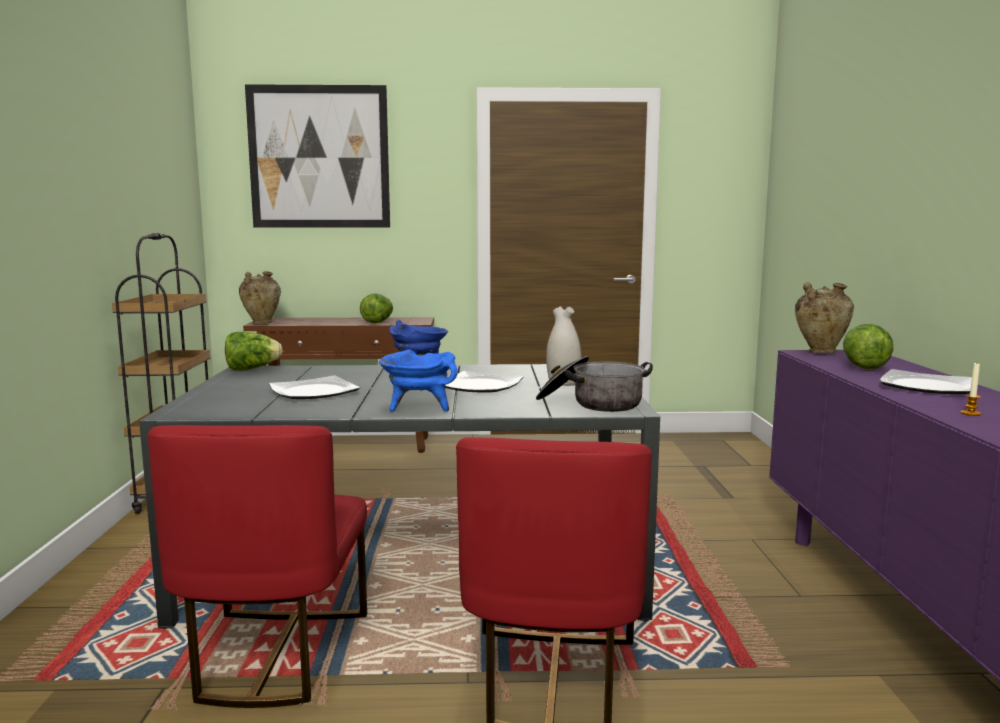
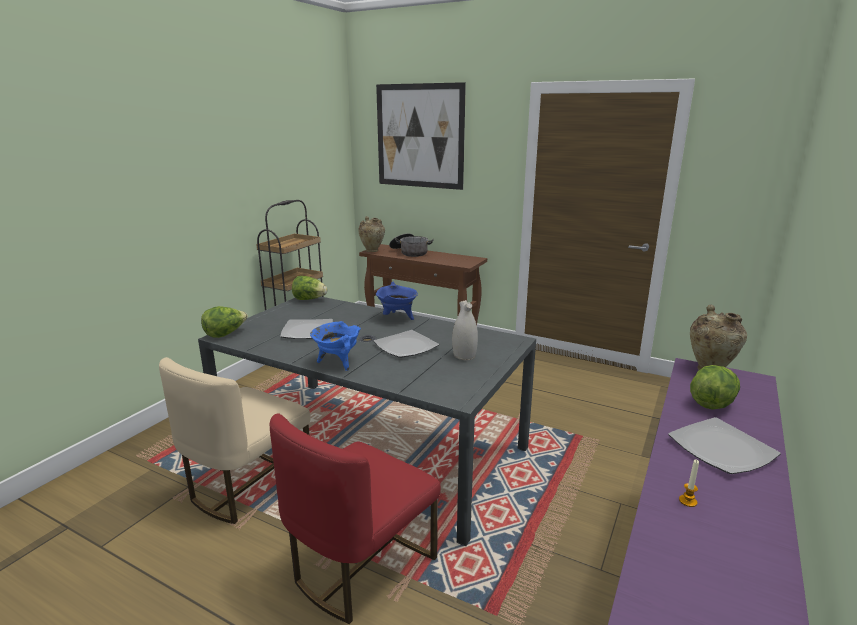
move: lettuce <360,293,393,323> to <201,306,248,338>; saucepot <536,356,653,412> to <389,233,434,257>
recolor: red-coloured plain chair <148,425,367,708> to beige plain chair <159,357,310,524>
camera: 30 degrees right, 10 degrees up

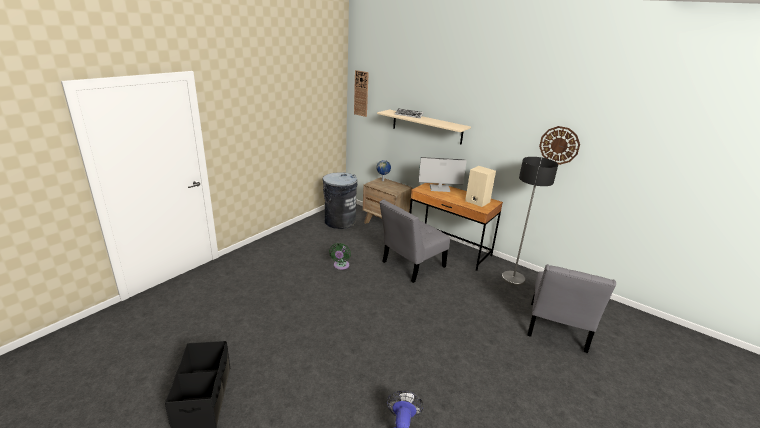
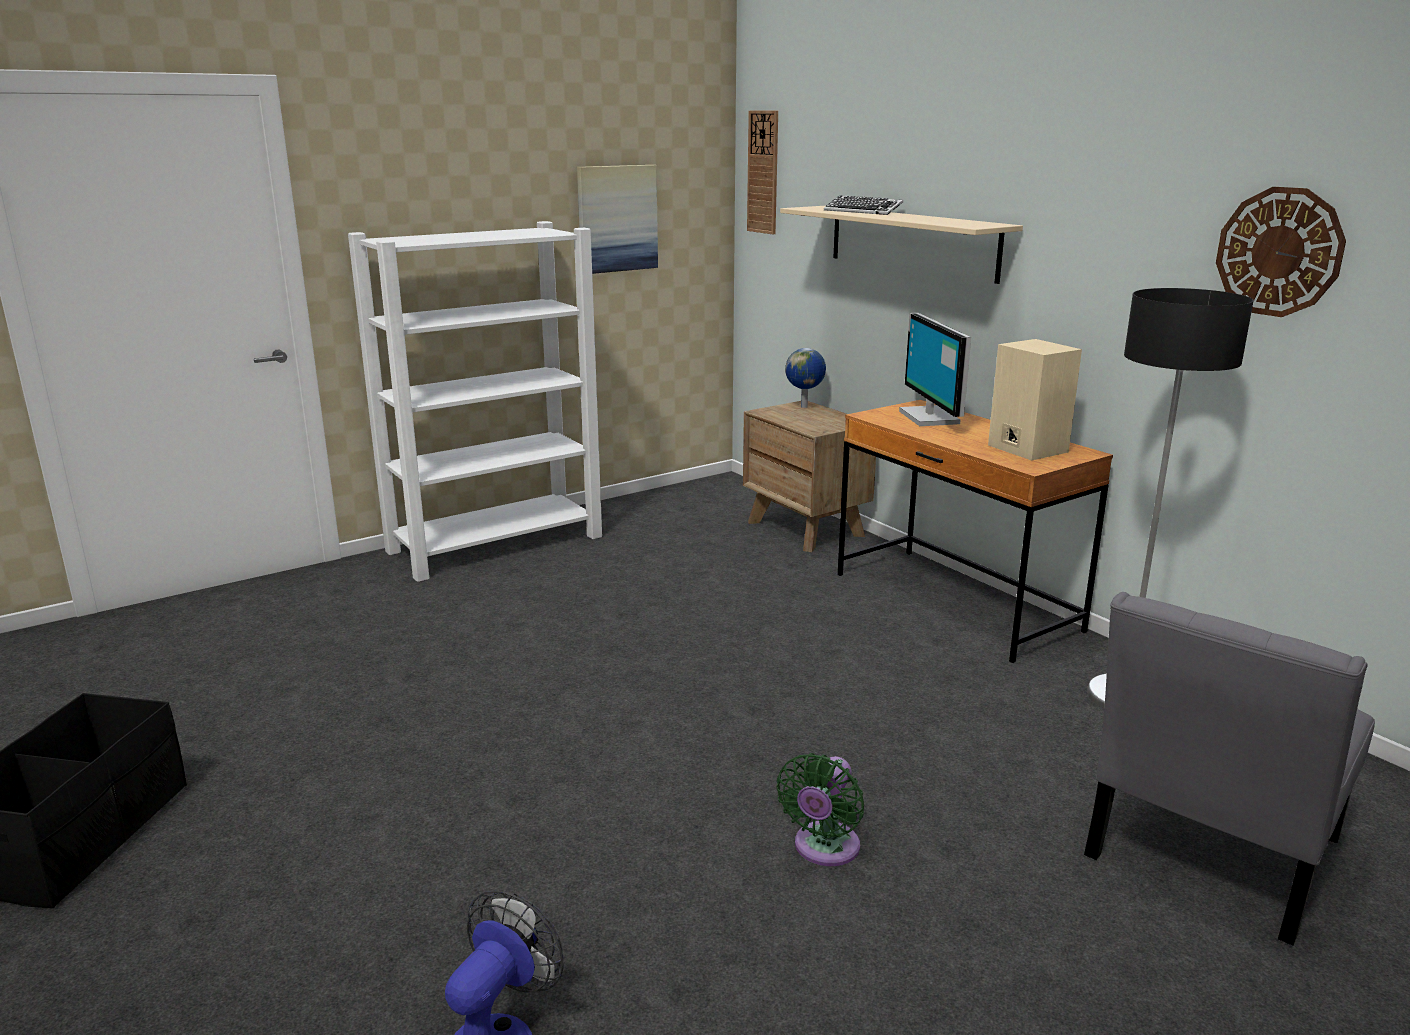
delete: grey waste bin <323,172,357,229>; grey plain chair <380,200,450,283>
insert: white bookcase <348,221,602,582>; wall art <577,165,658,274>
move: green fan <329,243,351,270> to <776,753,864,866>
rotate: computer screen <418,157,467,192> = <899,313,971,426> 120 degrees counterclockwise
camera: 20 degrees right, 5 degrees down

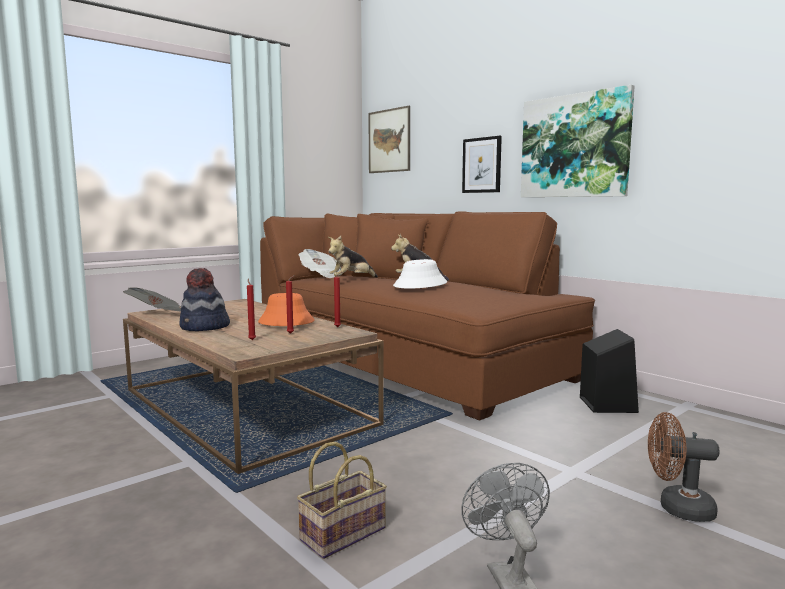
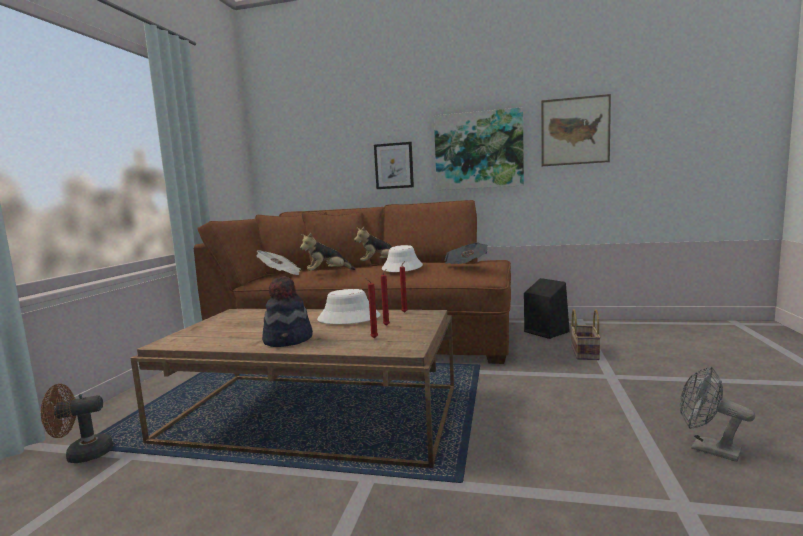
move: brownish fan <648,412,719,522> to <41,384,113,463>; newspaper <123,287,181,311> to <445,243,488,264>; wall art <368,106,410,173> to <541,94,611,166>; household basket <297,442,387,559> to <571,309,601,360>
recolor: orange wearable hat <258,293,315,326> to white wearable hat <317,289,380,324>
rotate: cuddly toy <328,236,378,278> = <300,233,355,271> 45 degrees clockwise
camera: 35 degrees left, 0 degrees up

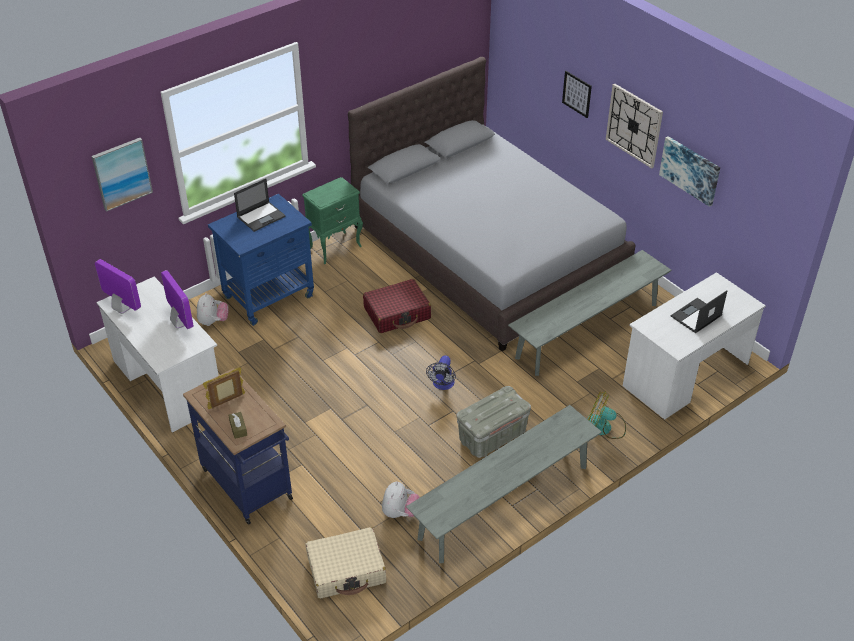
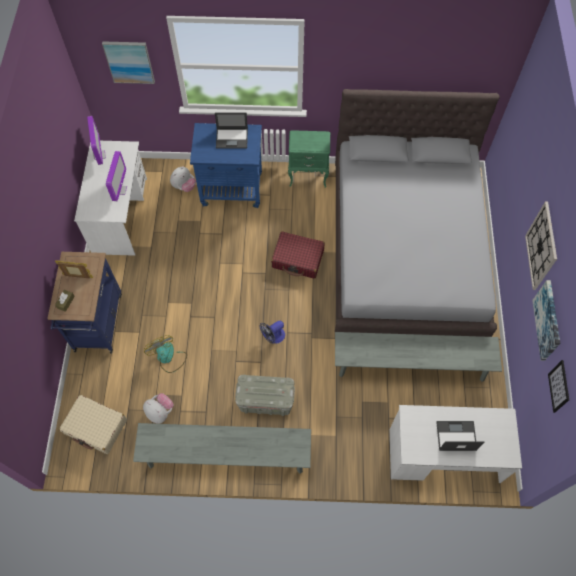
move: fan <587,391,626,439> to <144,335,187,373>; wall art <562,71,592,118> to <548,360,569,413>
rotate: cuddly toy <382,481,420,518> = <143,393,174,424> 105 degrees counterclockwise
camera: 40 degrees right, 20 degrees up

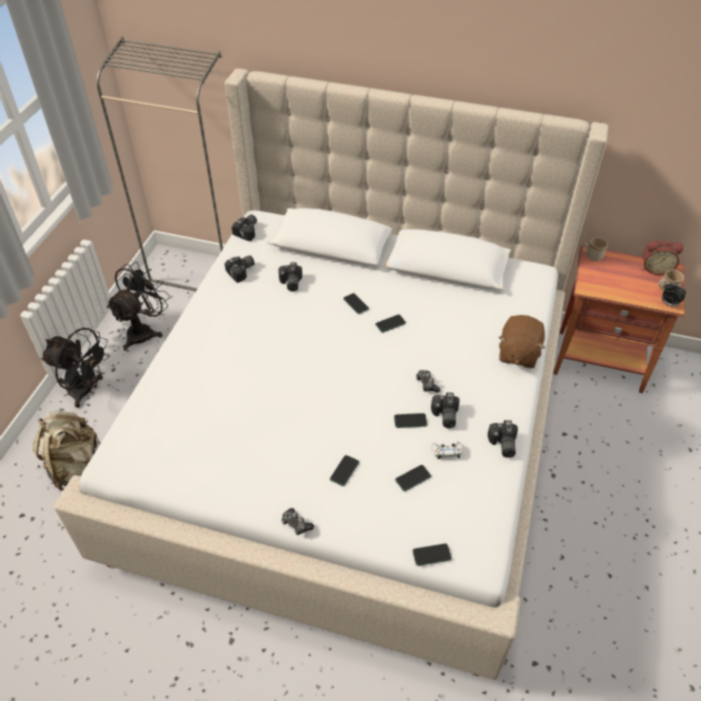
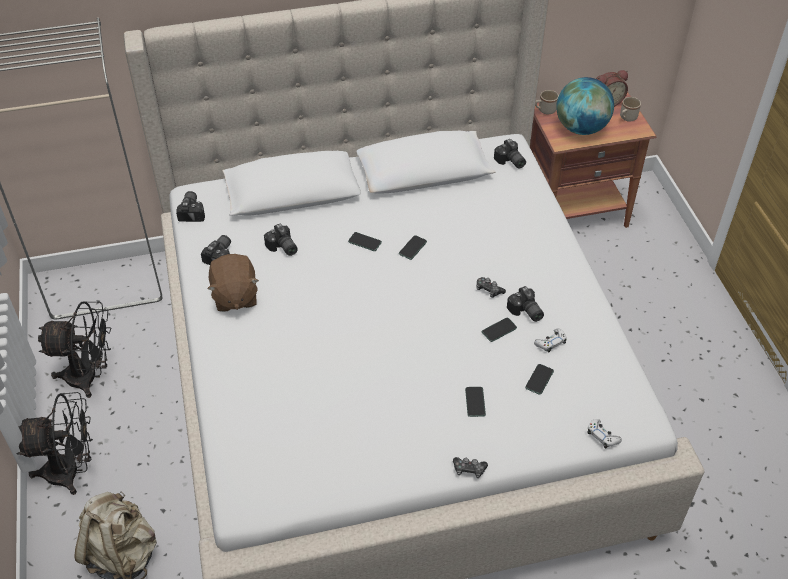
delete: bedside clock <662,283,686,307>
insert: world globe <556,77,614,135>
move: brownish cuddly toy <498,315,545,368> to <207,254,259,312>; still camera <488,420,518,458> to <494,139,526,169>
replace: telephone <412,543,452,566> to white joypad <588,419,622,449>
rotate: black fan <106,262,170,351> = <38,301,111,398> 90 degrees clockwise
camera: 30 degrees left, 0 degrees up

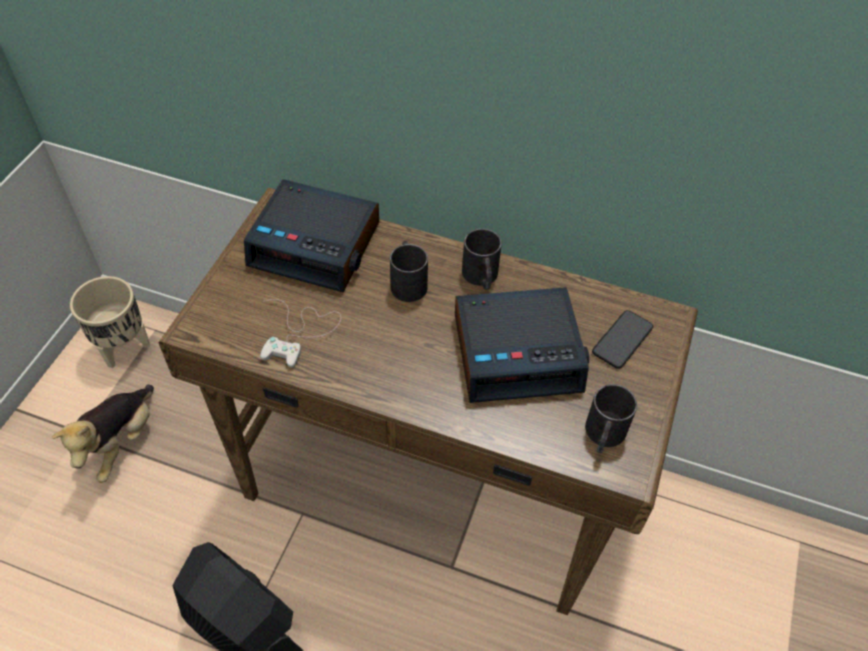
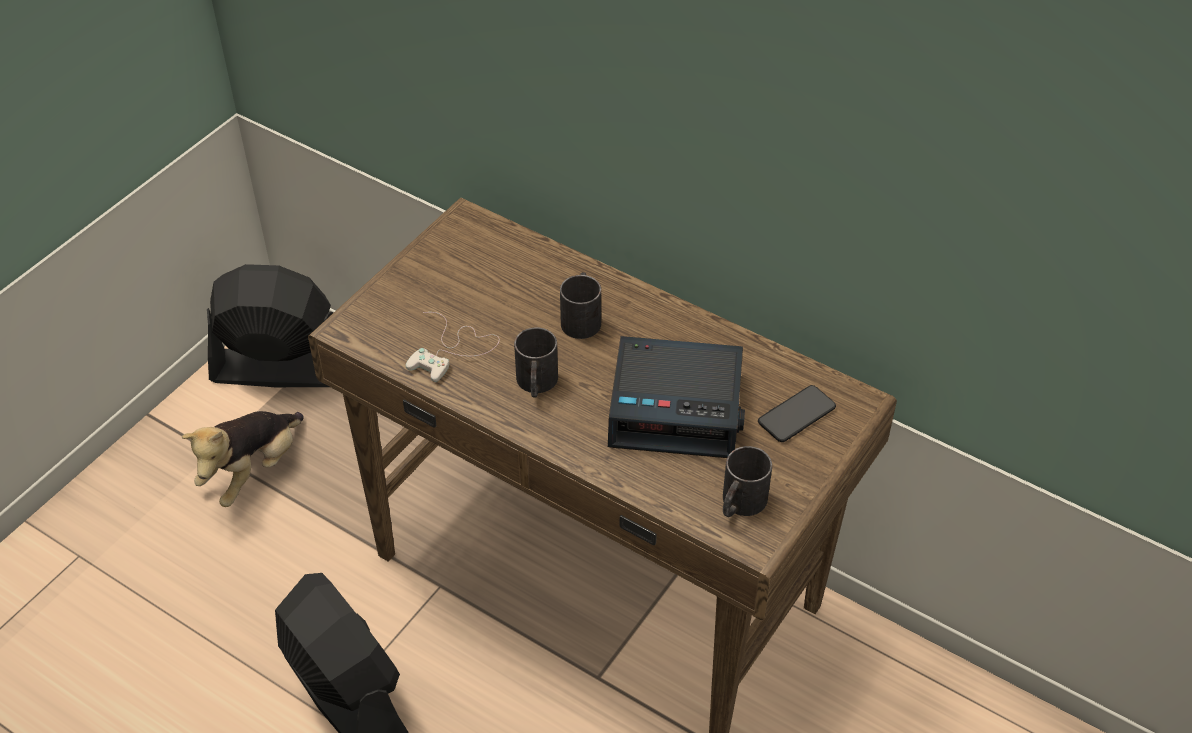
delete: bedside clock <244,179,379,292>
move: black coffee mug <462,229,502,290> to <514,327,558,398>
replace: beige planter <70,276,150,368> to black fan <207,264,333,387>
camera: 15 degrees right, 5 degrees down

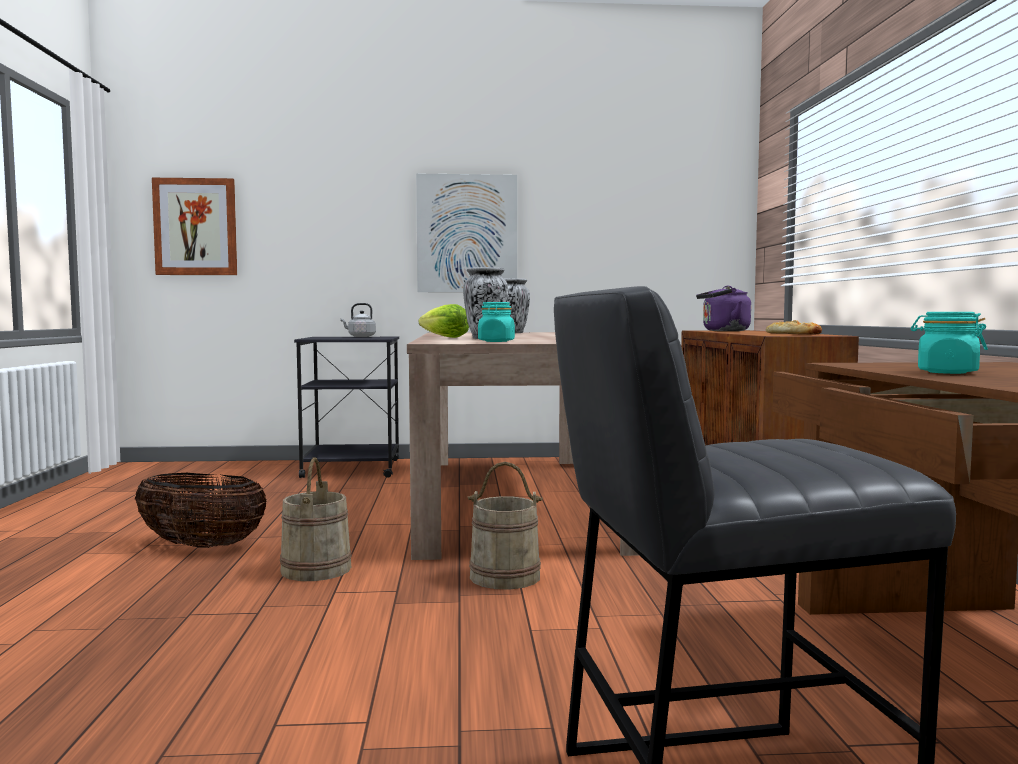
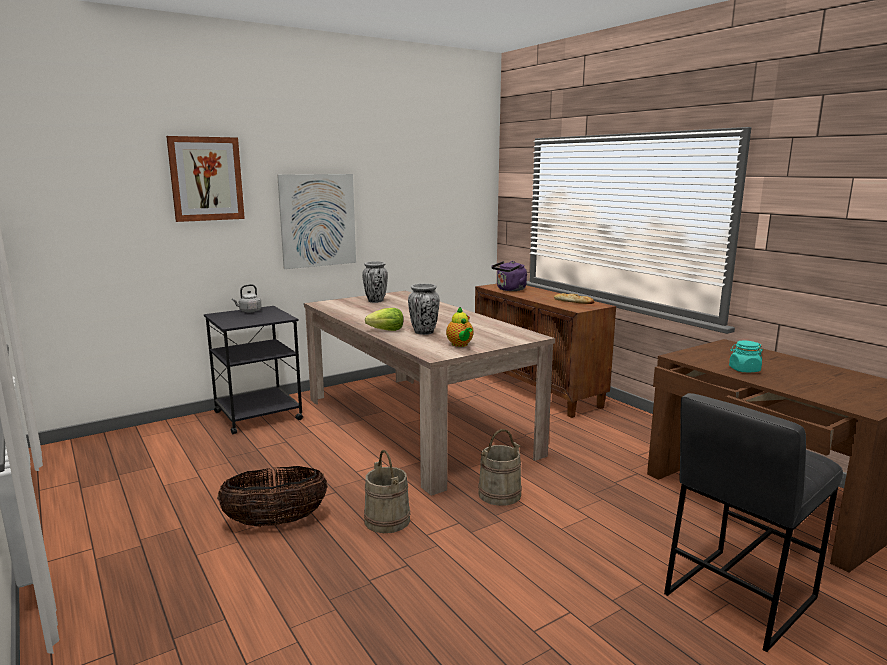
move: wall art <152,178,237,275> to <166,136,245,222>
replace: turquoise-coloured preserve jar <478,302,515,342> to pot for tea <446,307,474,347>
camera: 30 degrees left, 10 degrees up

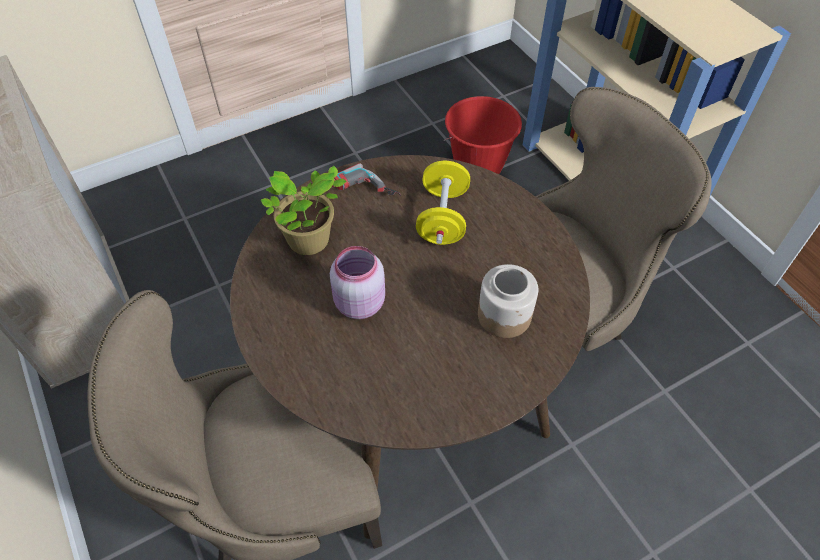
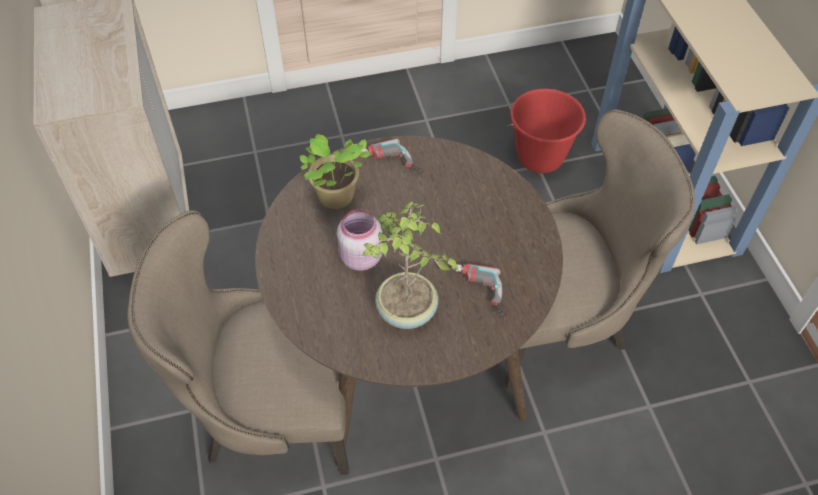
delete: yellowish hand weight <416,161,470,245>
insert: potted plant <362,201,459,329>
replace: preserve jar <478,264,538,338> to power drill <452,264,506,320>
camera: 15 degrees right, 0 degrees up

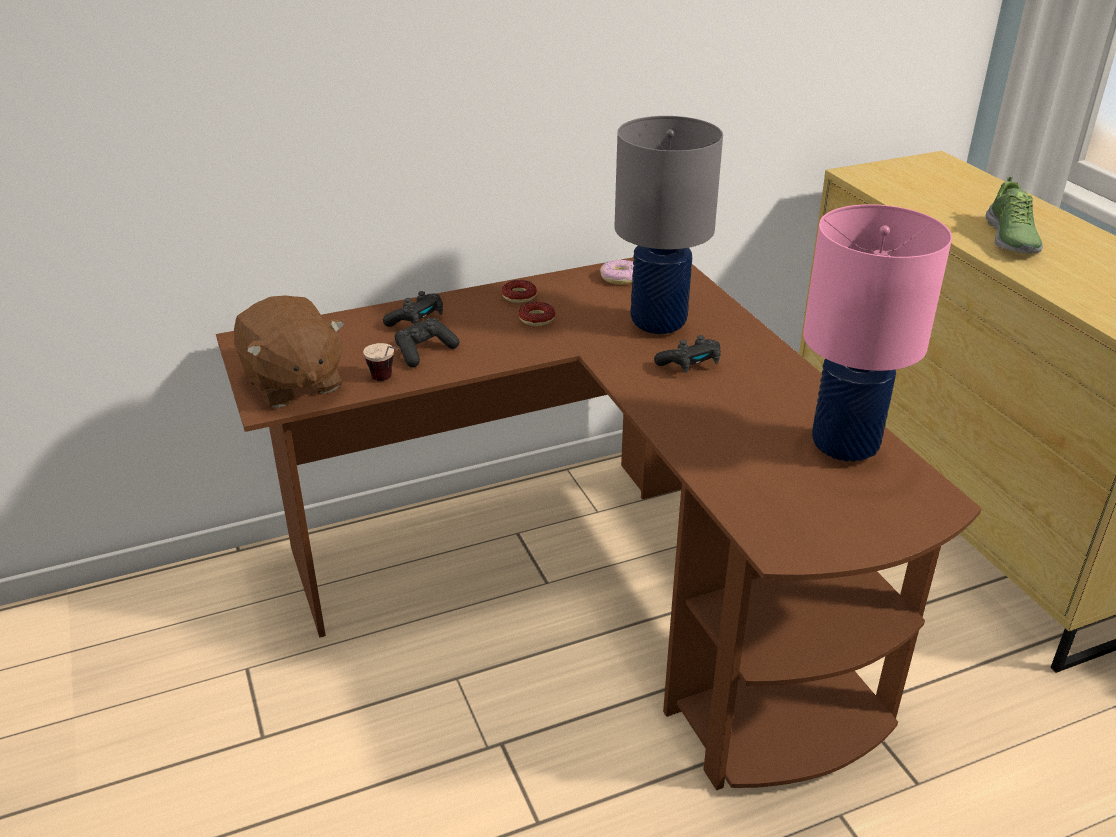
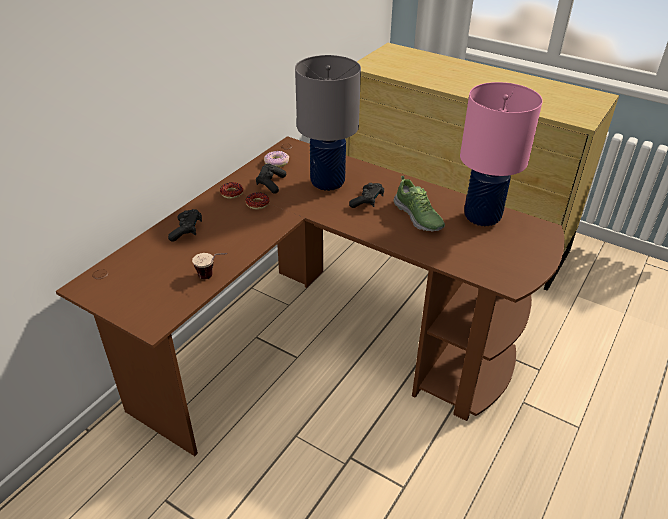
delete: brownish cuddly toy <234,295,345,408>
move: black joypad <395,318,460,367> to <256,164,286,194>; low shoe <986,177,1043,254> to <394,176,445,232>
camera: 35 degrees left, 5 degrees up

